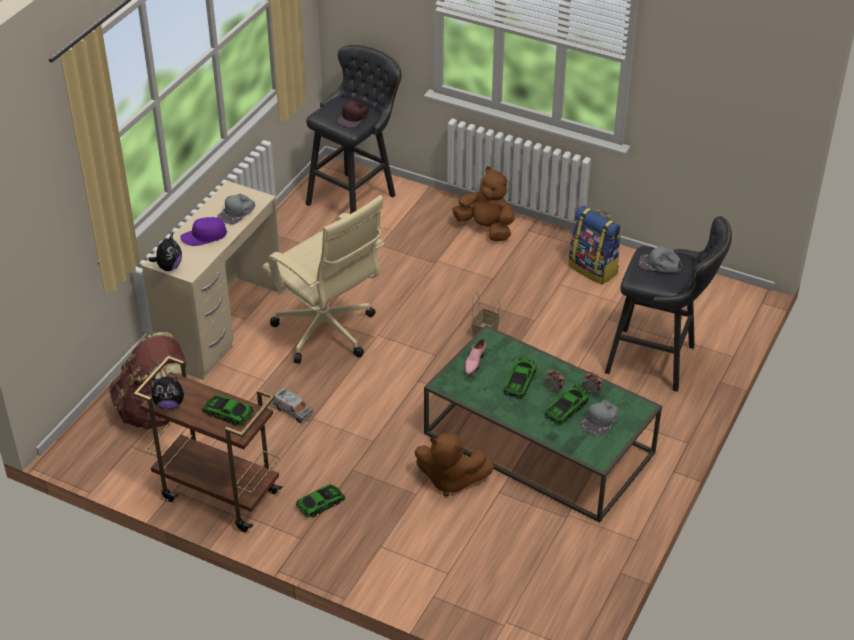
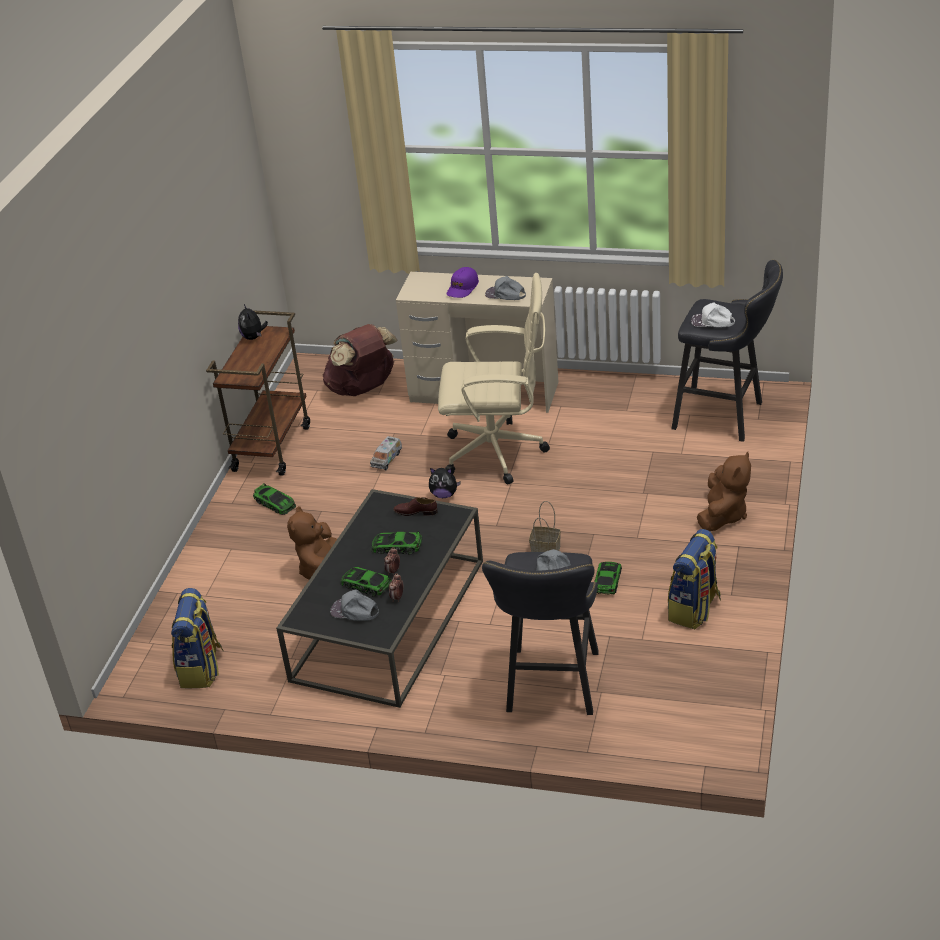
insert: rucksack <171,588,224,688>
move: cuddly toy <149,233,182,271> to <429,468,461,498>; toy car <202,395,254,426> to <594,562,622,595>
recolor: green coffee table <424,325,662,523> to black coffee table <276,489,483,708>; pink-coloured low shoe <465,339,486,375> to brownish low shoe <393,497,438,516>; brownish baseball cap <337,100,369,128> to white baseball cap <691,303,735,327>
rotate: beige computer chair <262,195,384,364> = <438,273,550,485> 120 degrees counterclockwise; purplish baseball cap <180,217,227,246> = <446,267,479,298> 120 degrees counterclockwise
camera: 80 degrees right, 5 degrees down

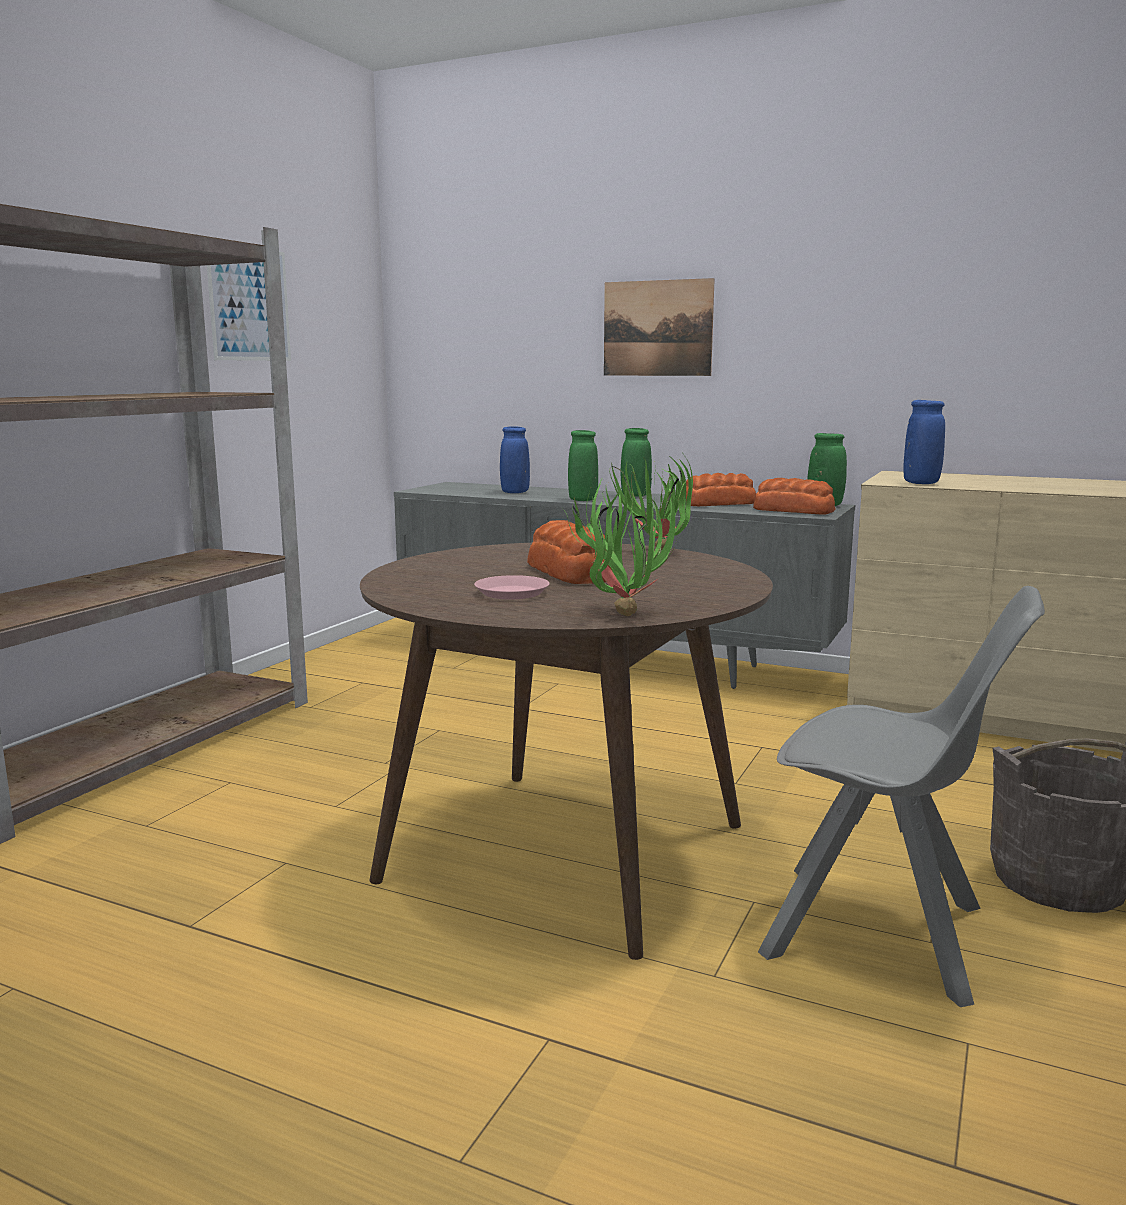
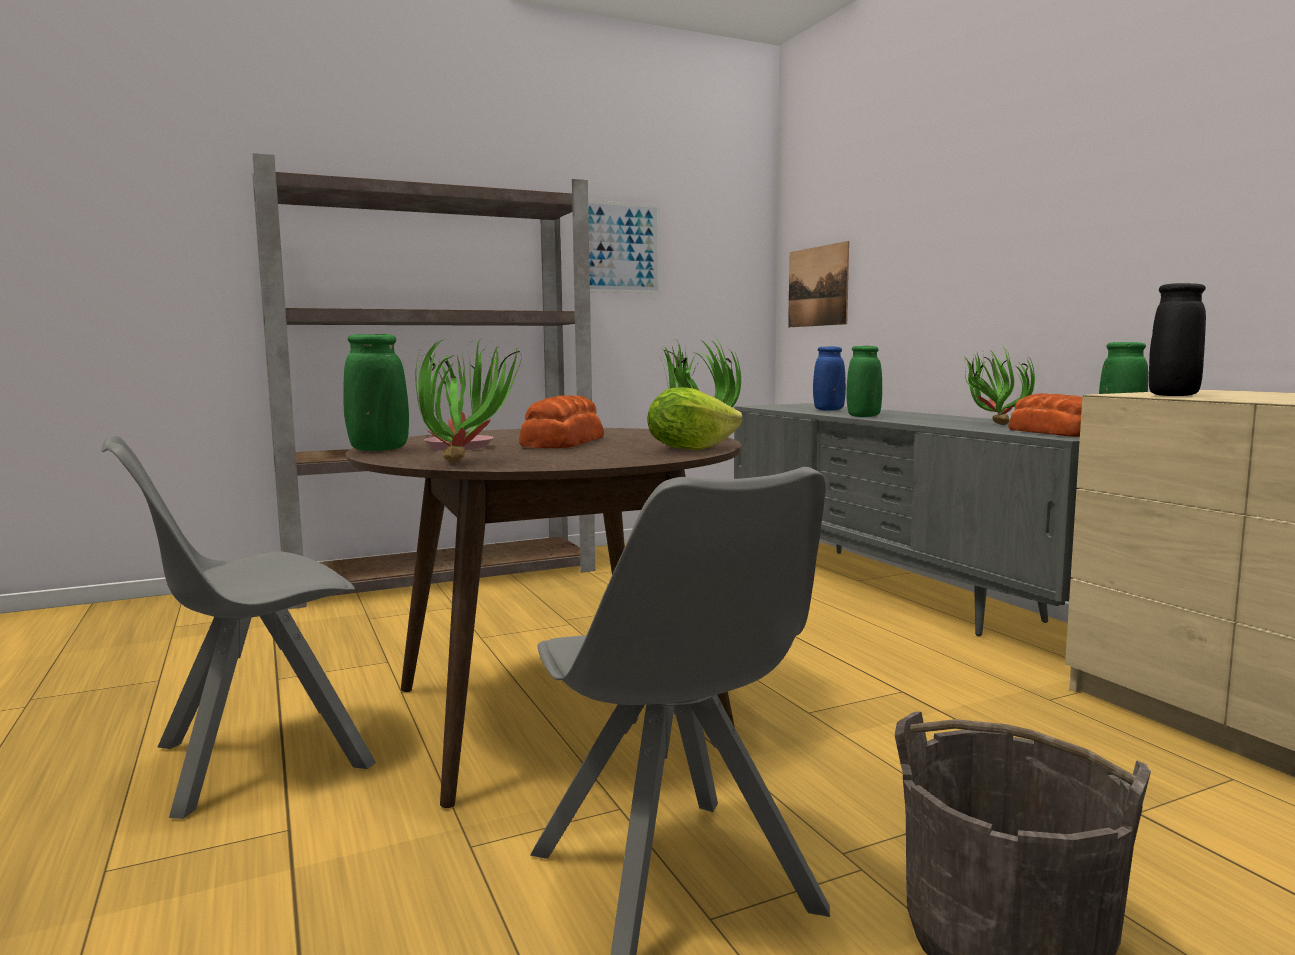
insert: grey plain chair <101,435,376,819>; lettuce <647,387,742,450>
move: green vase <621,428,652,497> to <343,334,409,451>; wall art <604,278,715,376> to <788,241,849,327>
replace: bakery bread <686,473,756,506> to potted plant <963,346,1035,425>
recolor: blue-coloured vase <904,400,945,484> to black vase <1149,283,1206,396>
camera: 40 degrees right, 5 degrees down

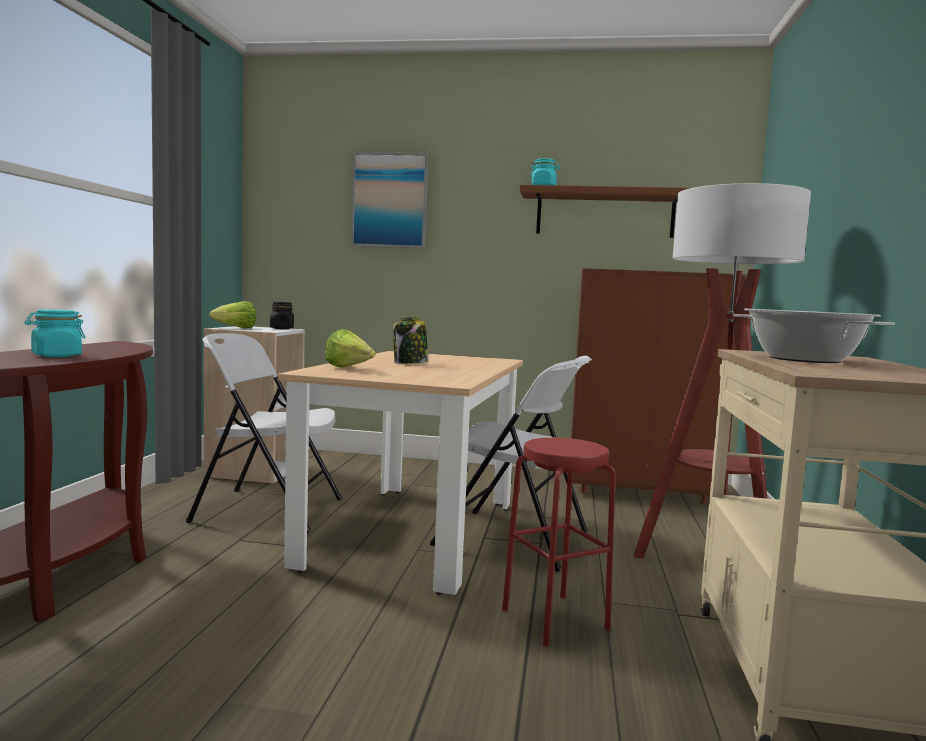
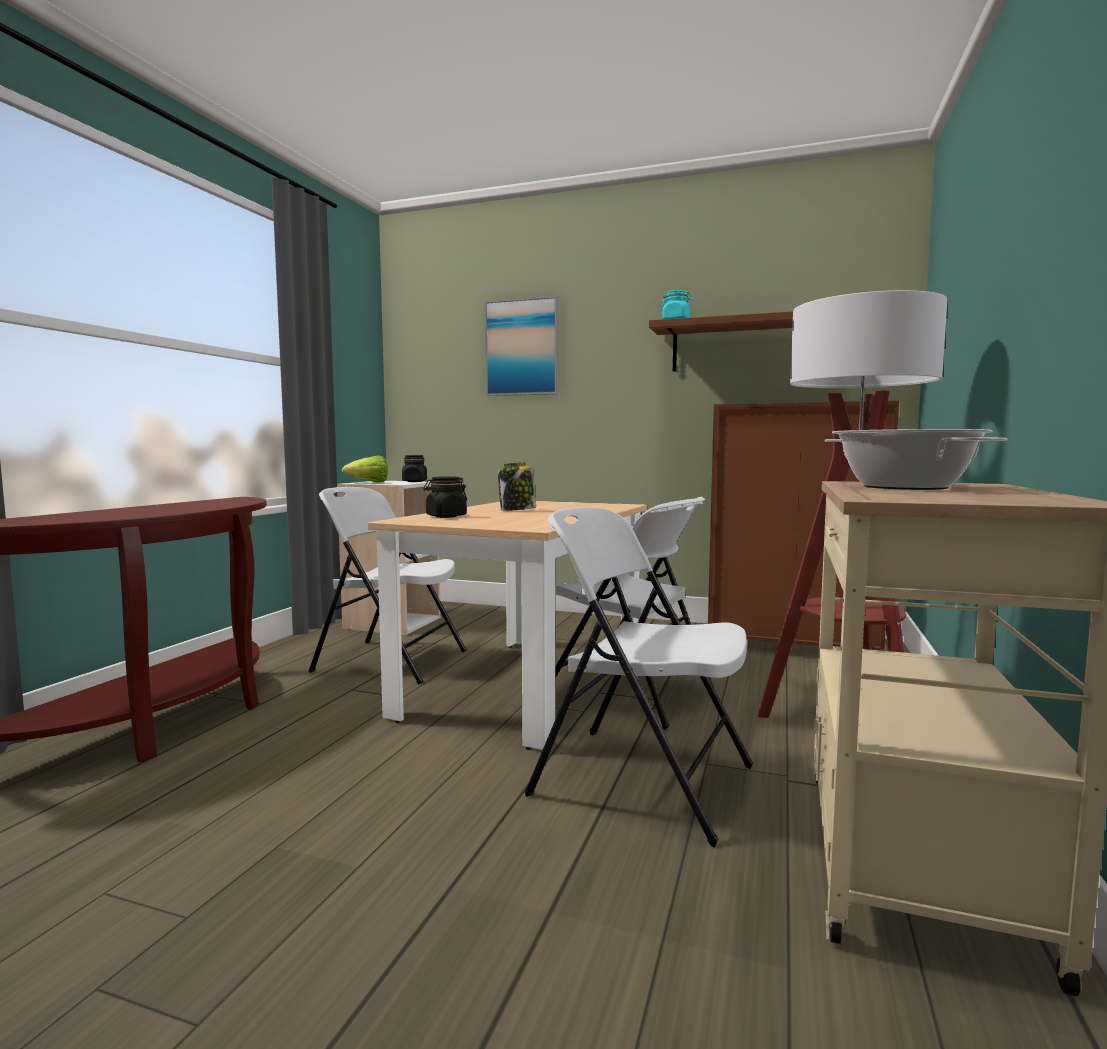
delete: turquoise-coloured preserve jar <25,309,85,357>
replace: lettuce <325,329,376,368> to black preserve jar <423,476,467,518>; red-coloured stool <502,437,616,646> to white plain chair <525,507,753,847>
camera: 10 degrees right, 0 degrees up

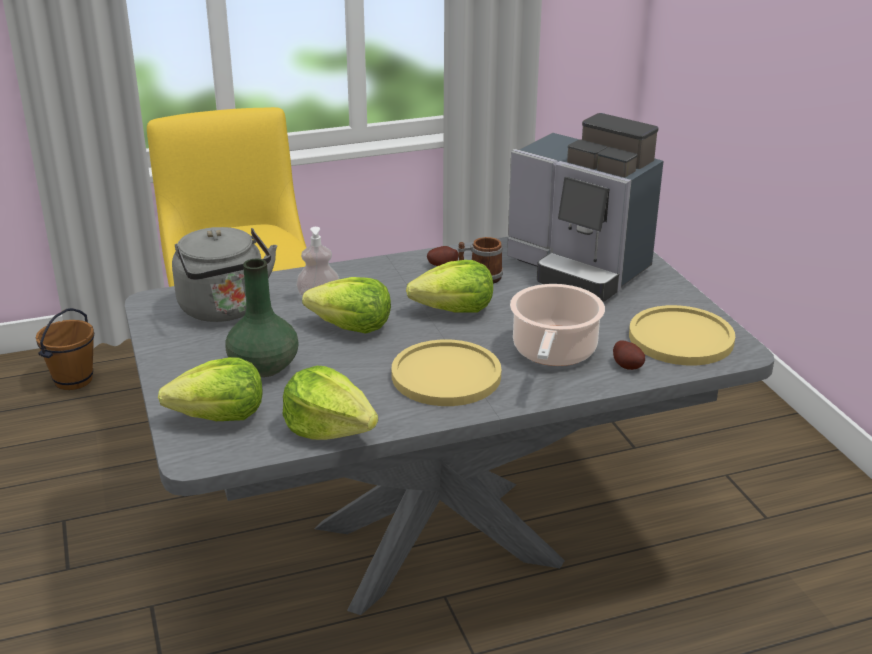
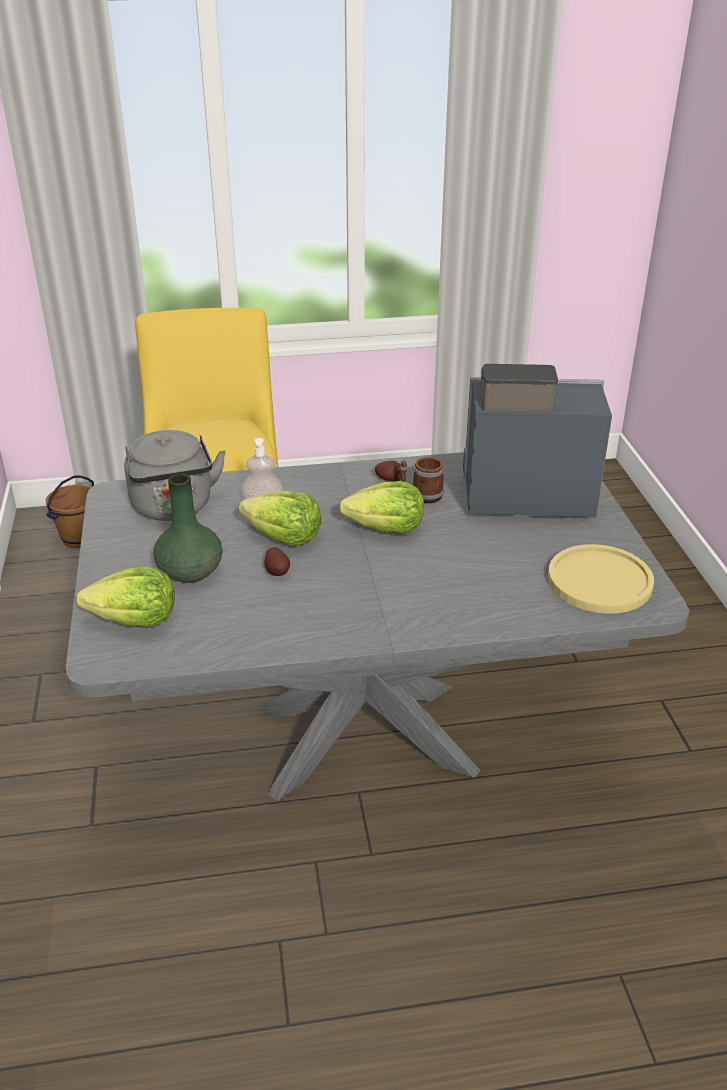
delete: lettuce <282,366,378,440>; yellowish flat dish <391,339,501,406>; saucepot <510,284,605,366>
move: potato <613,341,645,370> to <264,547,290,576>
rotate: coffee brewer <507,113,664,302> = <463,364,612,517> 135 degrees clockwise
camera: 10 degrees right, 5 degrees up

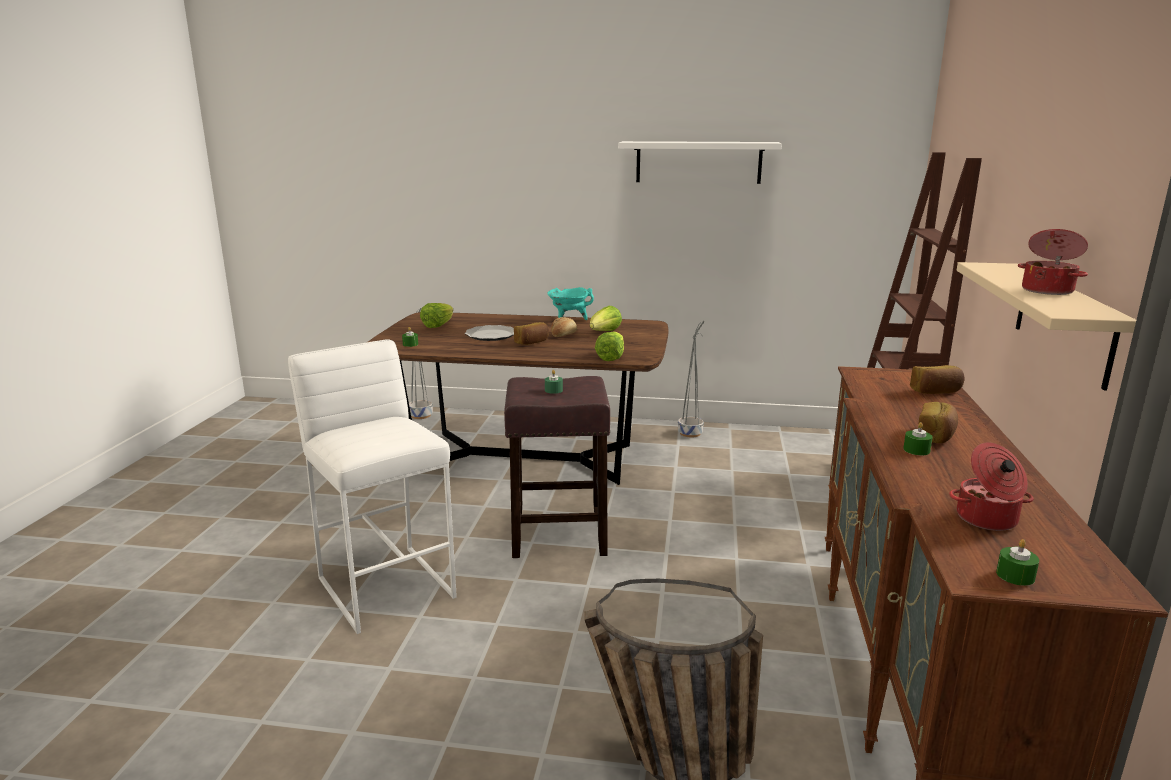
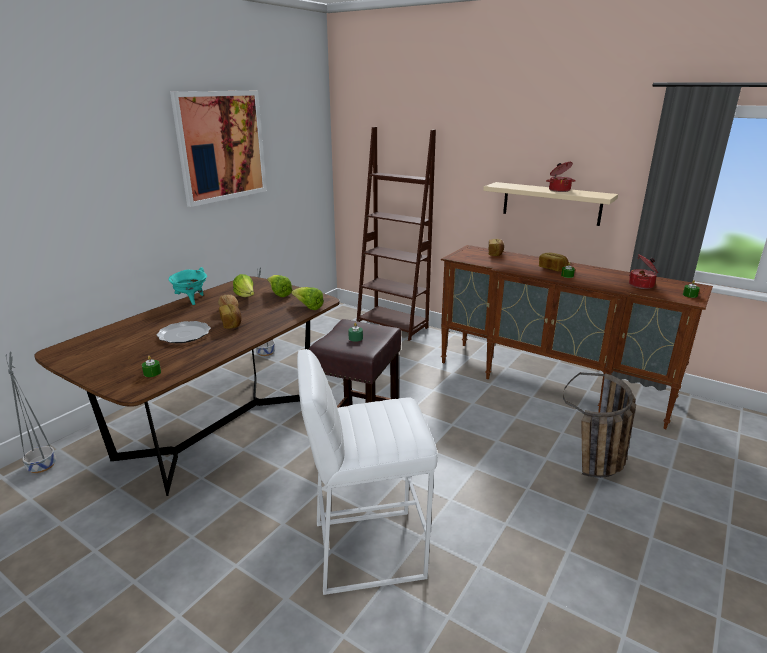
move: lettuce <420,303,453,328> to <267,275,292,297>
replace: white bracket shelf <618,141,782,184> to wall art <170,91,267,207>
camera: 65 degrees left, 5 degrees up

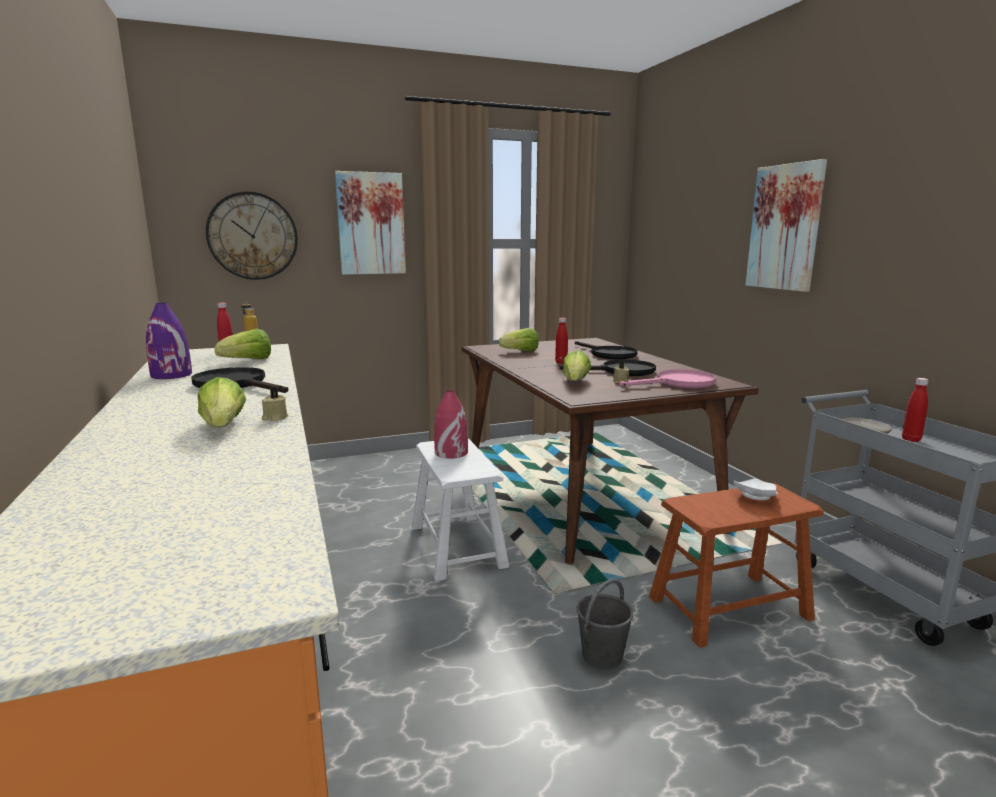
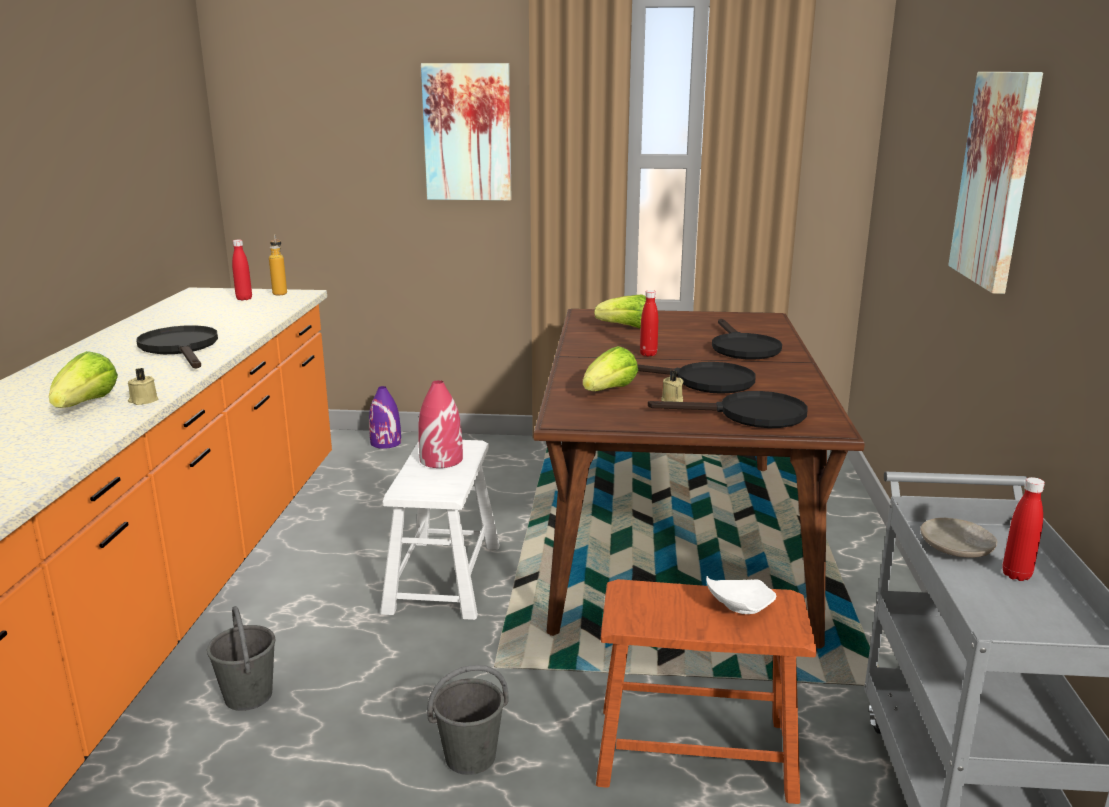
delete: wall clock <206,191,298,280>; lettuce <214,329,271,359>
insert: grey water bucket <207,606,276,711>
move: purplish vase <146,303,192,379> to <369,386,401,449>
recolor: pink-coloured skillet <619,369,717,388> to black skillet <648,391,808,428>
camera: 25 degrees right, 5 degrees up

